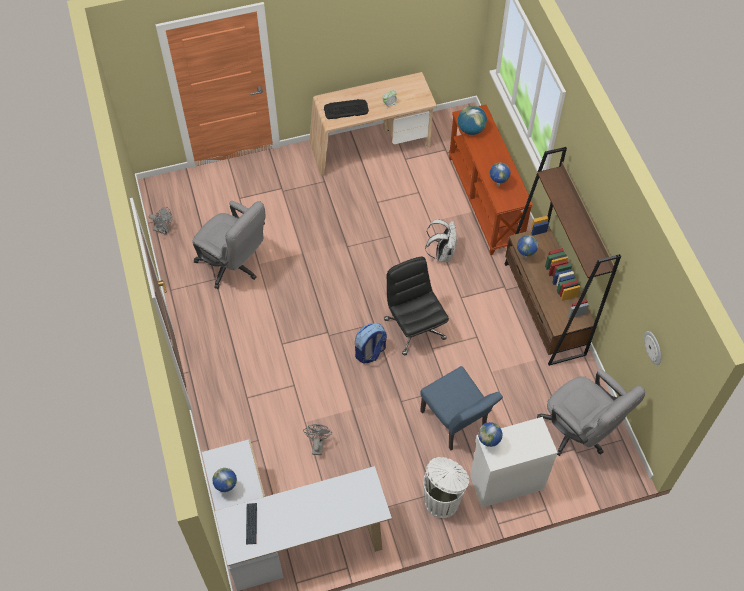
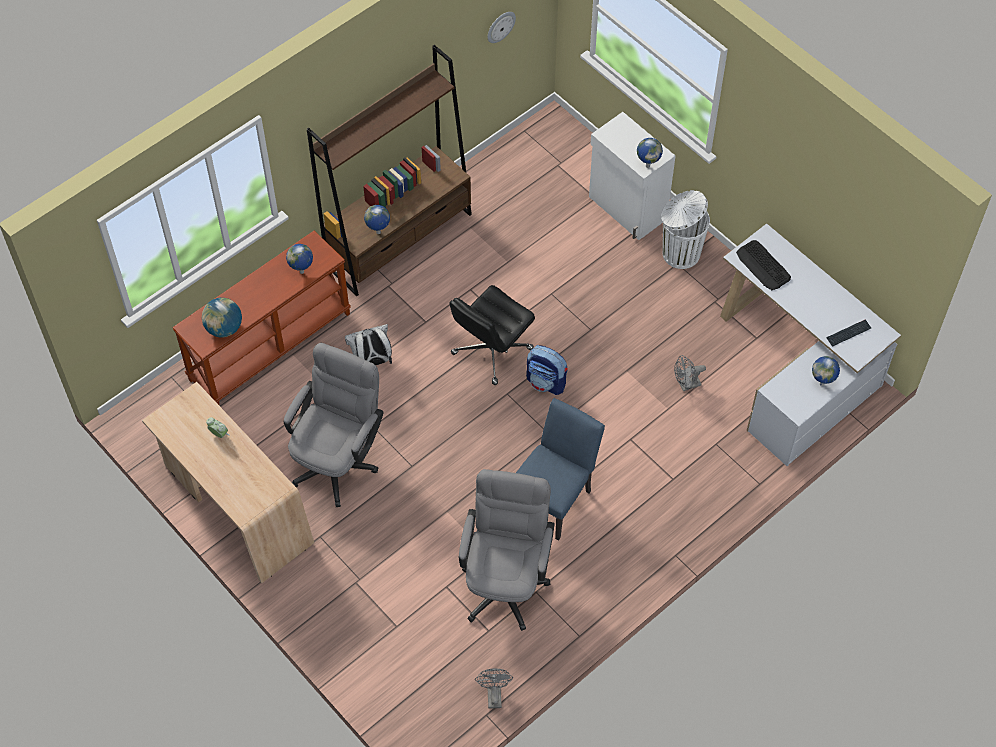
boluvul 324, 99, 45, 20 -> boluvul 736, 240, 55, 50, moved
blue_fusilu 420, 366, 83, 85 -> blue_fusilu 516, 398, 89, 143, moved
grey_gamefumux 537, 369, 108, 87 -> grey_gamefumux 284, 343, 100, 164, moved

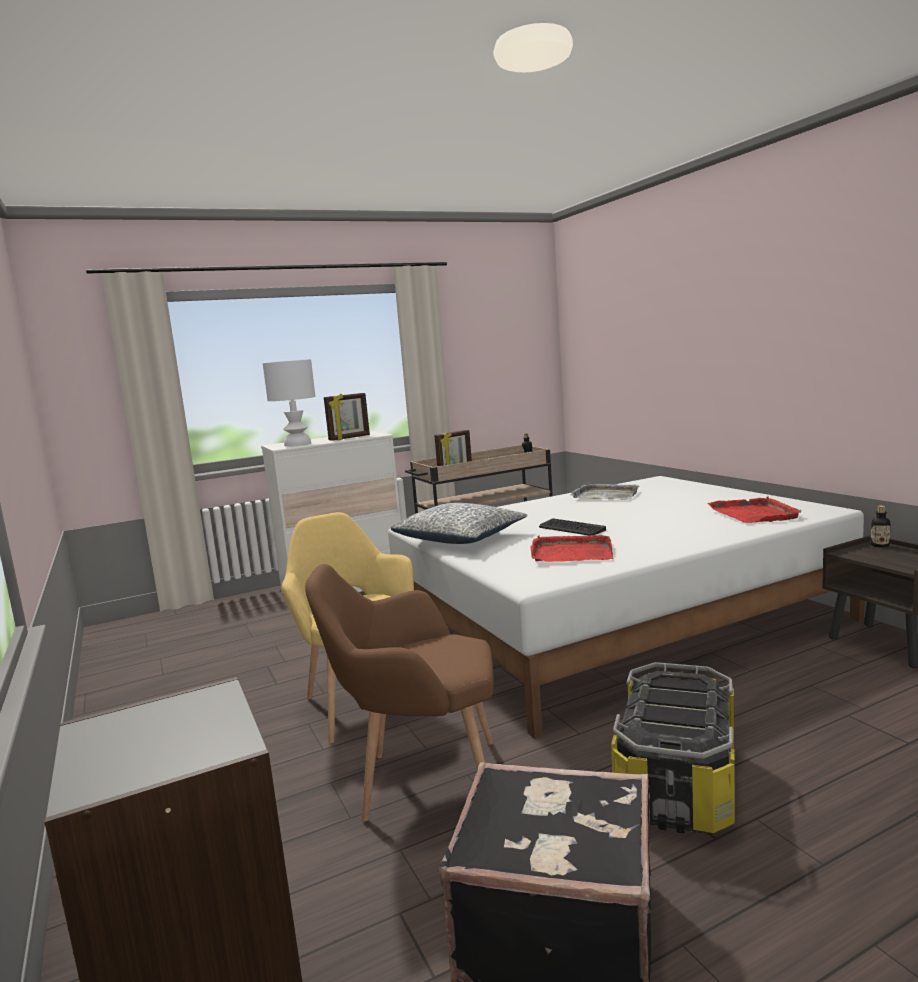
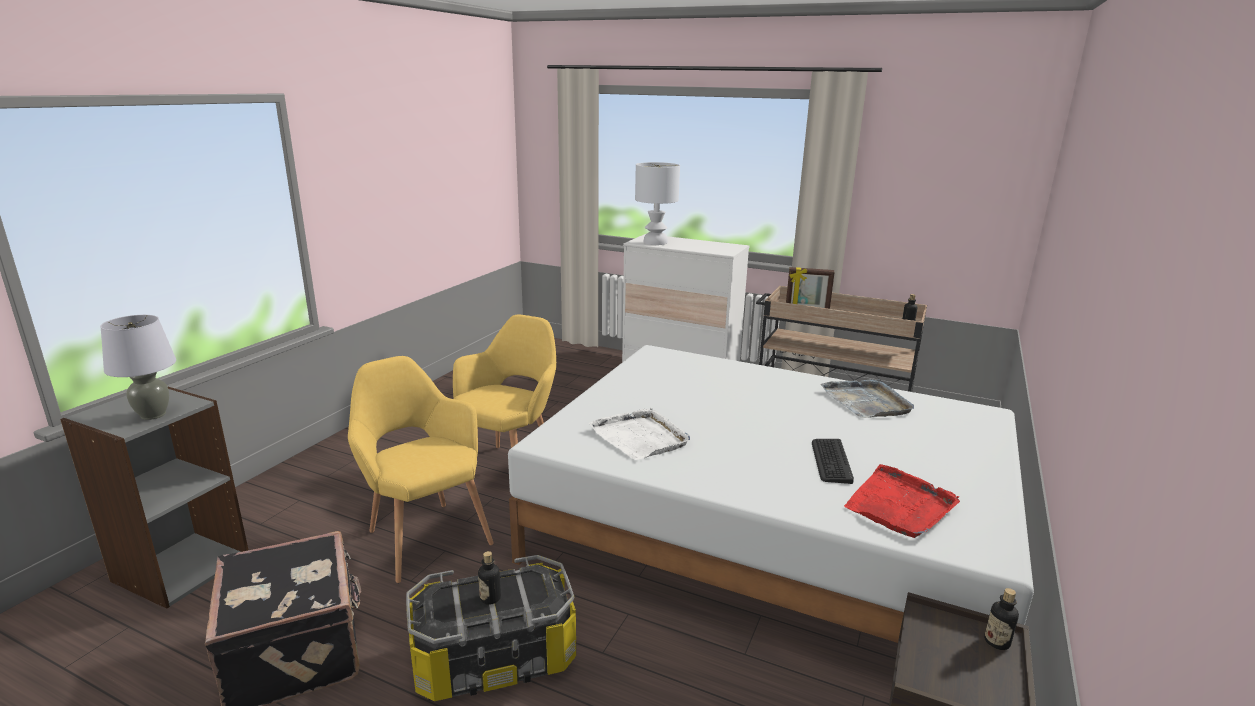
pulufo 324, 393, 46, 48 -> none
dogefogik 391, 503, 137, 41 -> none
none -> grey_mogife 100, 315, 76, 105
none -> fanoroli 478, 551, 23, 54
boluvul 539, 519, 67, 16 -> boluvul 812, 439, 42, 45, moved
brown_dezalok 305, 564, 189, 257 -> yellow_dezalok 348, 356, 145, 227
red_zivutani 530, 535, 83, 27 -> white_zivutani 589, 408, 101, 52

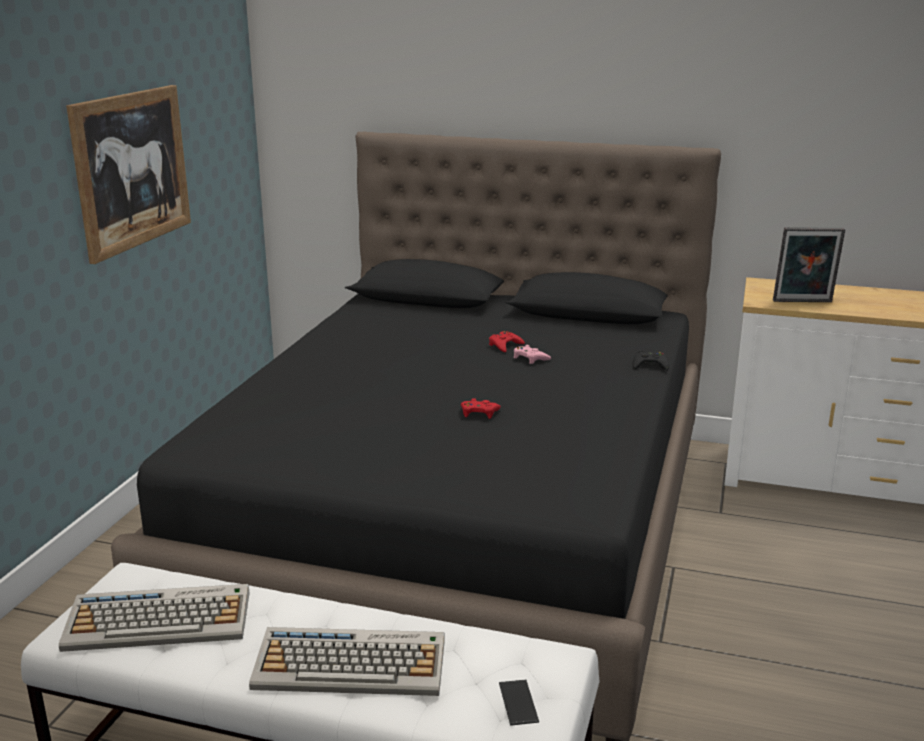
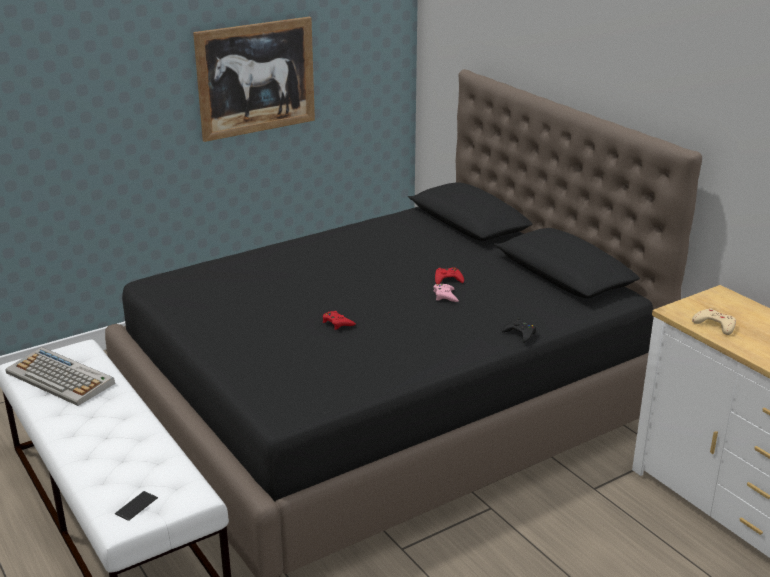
boluvul 249, 627, 196, 69 -> none
pulufo 773, 227, 72, 75 -> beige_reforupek 692, 308, 44, 27

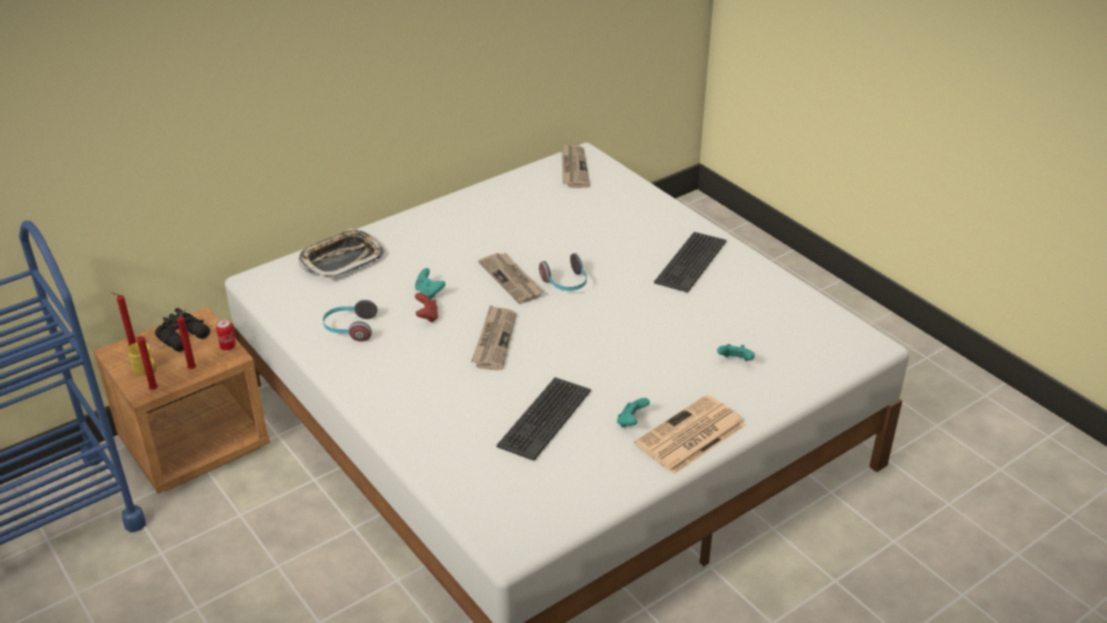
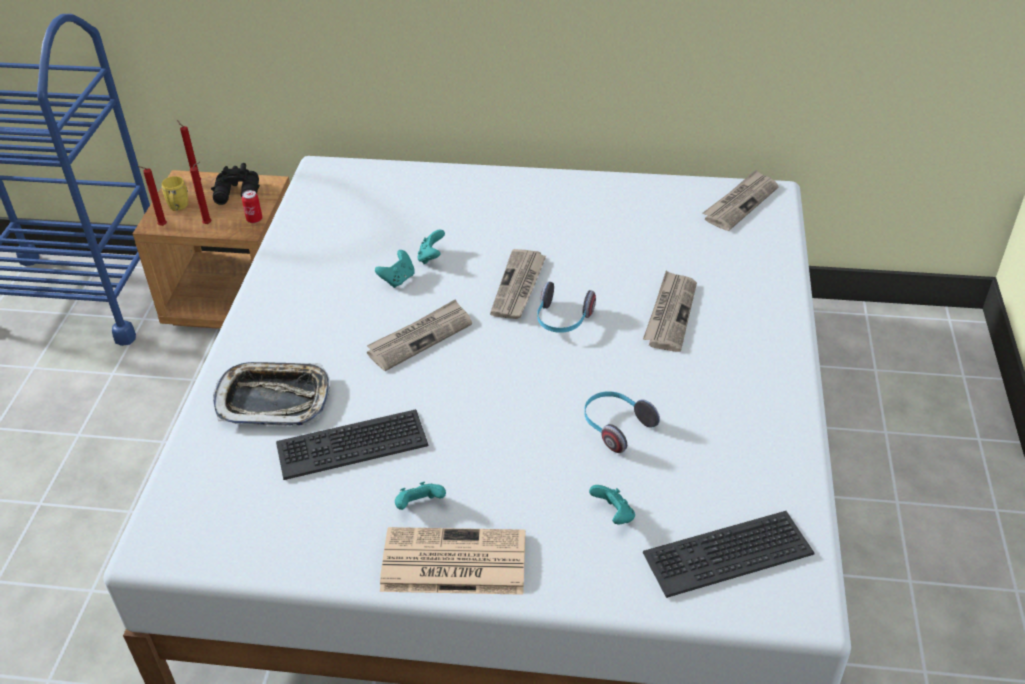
none -> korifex 643, 270, 54, 82
zivutani 298, 228, 87, 51 -> zivutani 213, 362, 118, 64, moved
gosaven 323, 300, 54, 42 -> gosaven 584, 391, 76, 62, moved
boluvul 654, 232, 73, 60 -> boluvul 643, 511, 172, 87, moved
red_reforupek 415, 293, 23, 30 -> turquoise_reforupek 375, 250, 40, 38

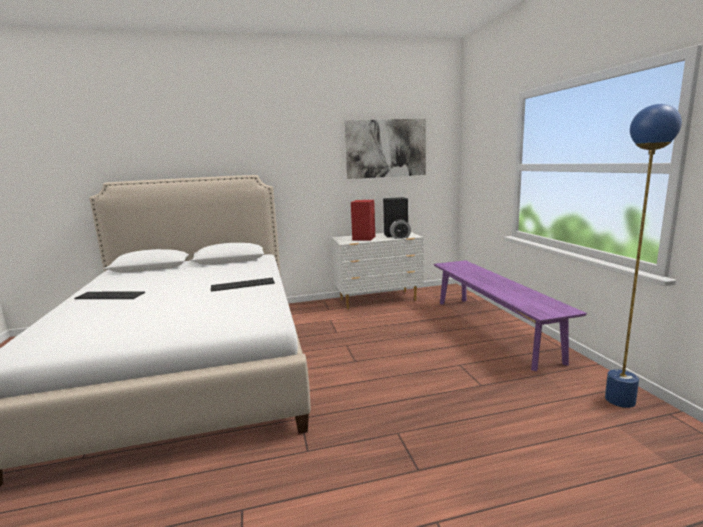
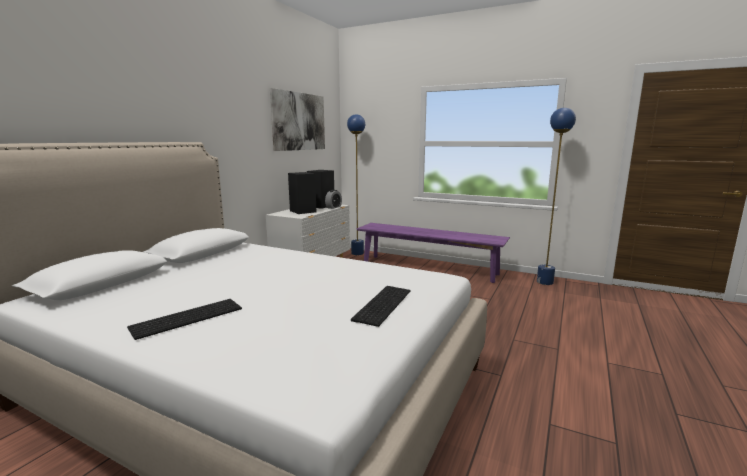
none -> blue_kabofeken 347, 114, 18, 141
boluvul 211, 278, 64, 14 -> boluvul 351, 286, 59, 41, moved
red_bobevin 351, 200, 24, 41 -> black_bobevin 288, 172, 28, 42

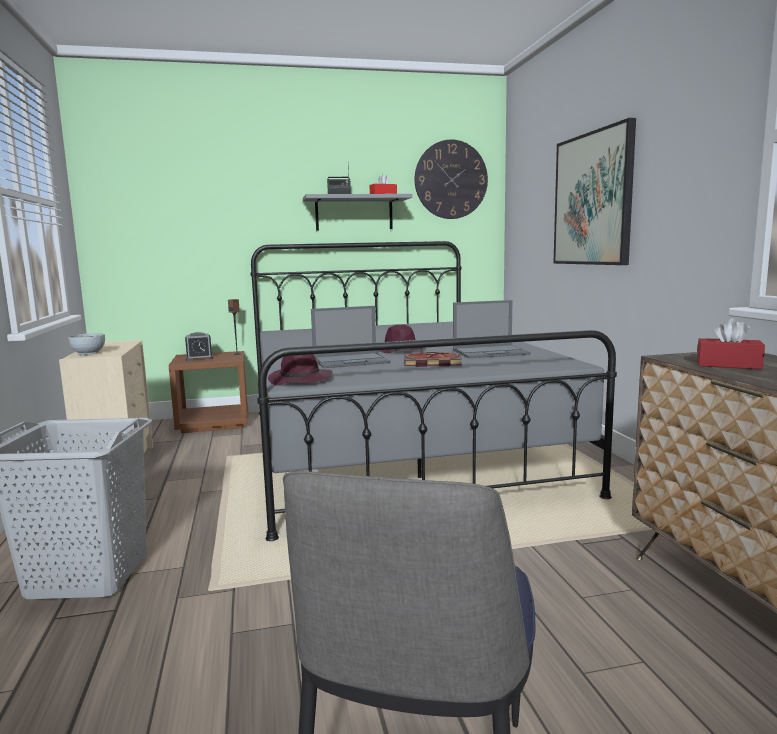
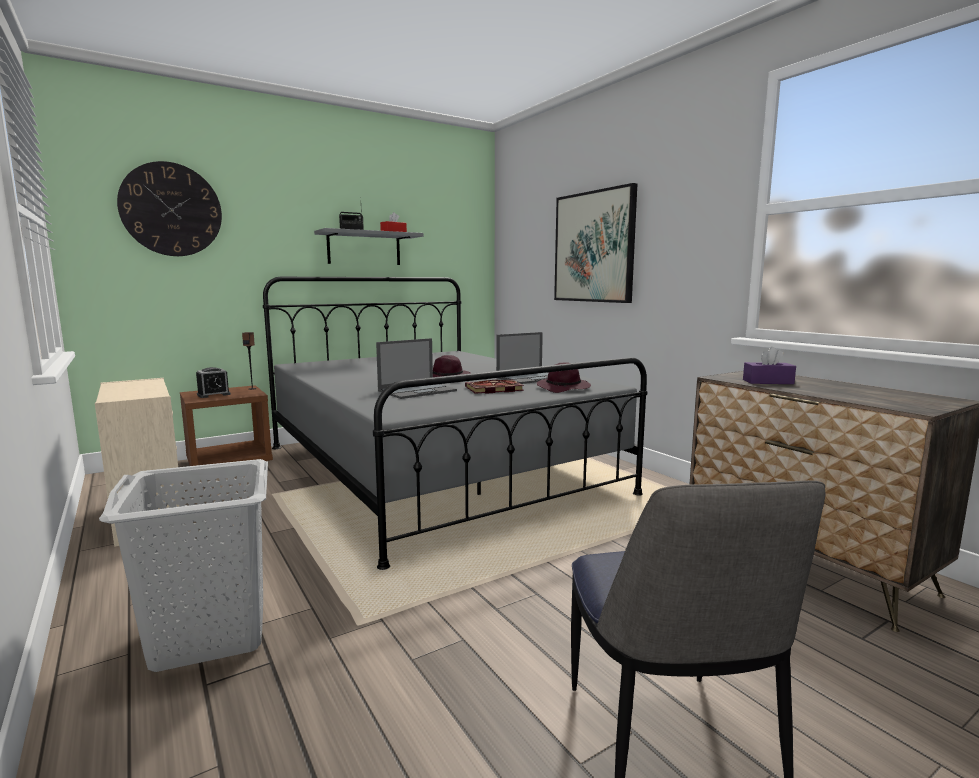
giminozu 68, 333, 37, 22 -> none
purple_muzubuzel 268, 354, 64, 32 -> purple_muzubuzel 537, 363, 54, 30, moved
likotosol 415, 140, 73, 79 -> likotosol 117, 161, 105, 95, moved
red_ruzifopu 697, 318, 68, 51 -> purple_ruzifopu 743, 347, 53, 37

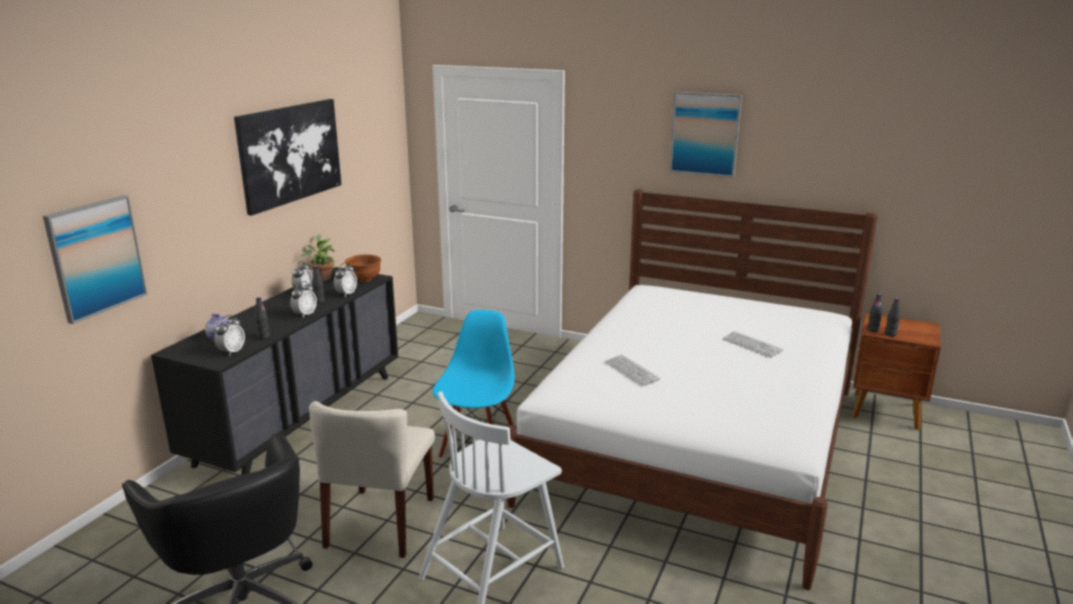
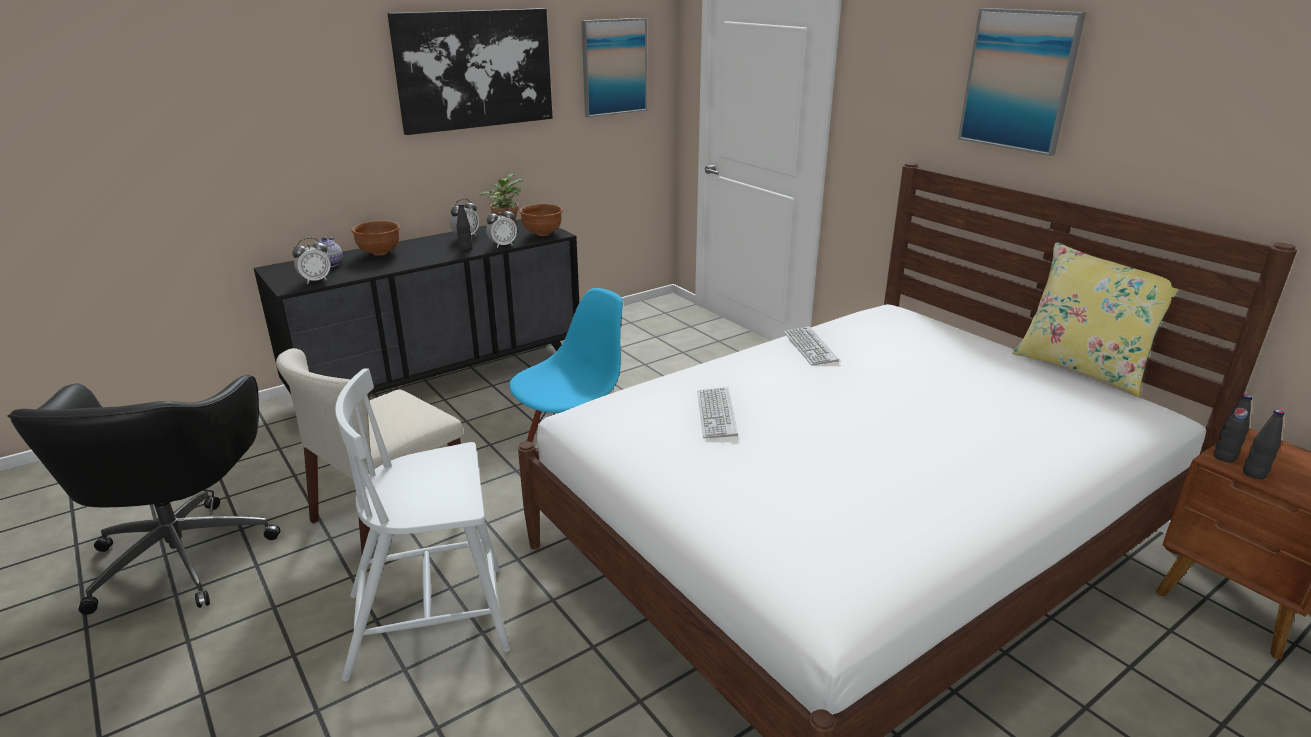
black_fanoroli 255, 297, 15, 43 -> none
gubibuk 290, 281, 27, 37 -> none
none -> brown_giminozu 351, 221, 49, 35
none -> yellow_dogefogik 1012, 242, 167, 155
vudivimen 43, 195, 105, 129 -> vudivimen 581, 18, 66, 99, moved
boluvul 722, 331, 61, 27 -> boluvul 784, 327, 55, 39, moved

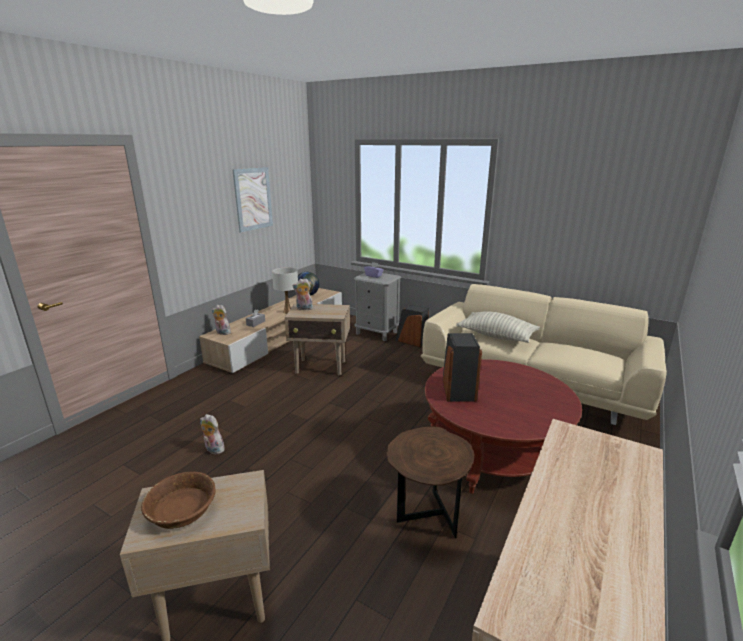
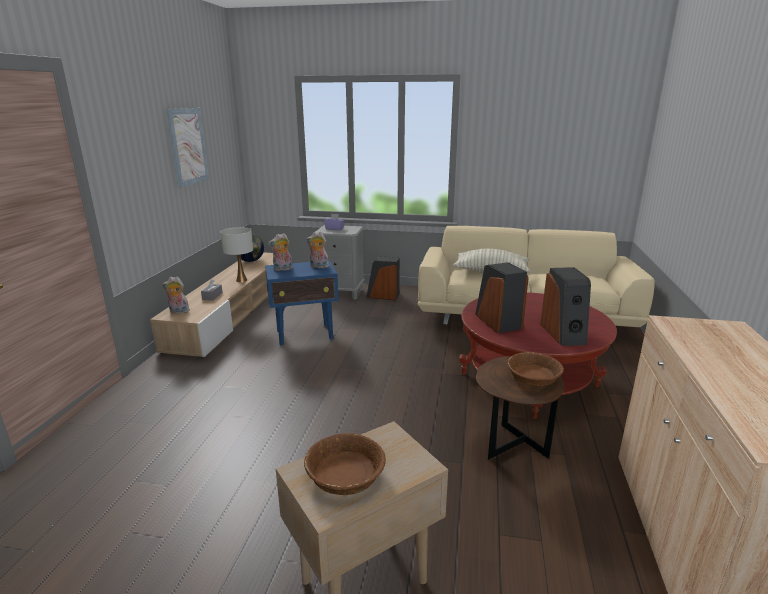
none -> brown_giminozu 507, 352, 57, 34
none -> bobevin 540, 267, 51, 79
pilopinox 200, 414, 24, 40 -> pilopinox 306, 232, 23, 36, moved
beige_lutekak 285, 304, 65, 72 -> blue_lutekak 265, 260, 73, 86

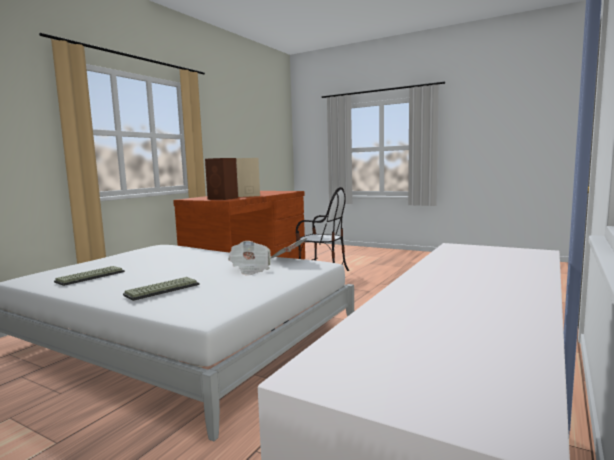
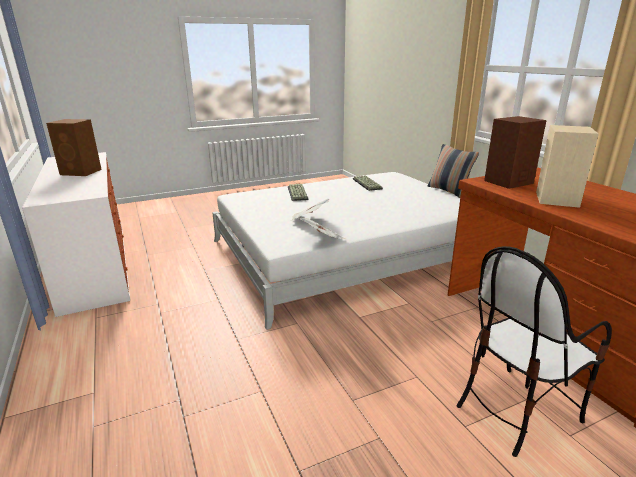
none -> brown_bobevin 46, 119, 56, 57
none -> dogefogik 428, 144, 51, 54

